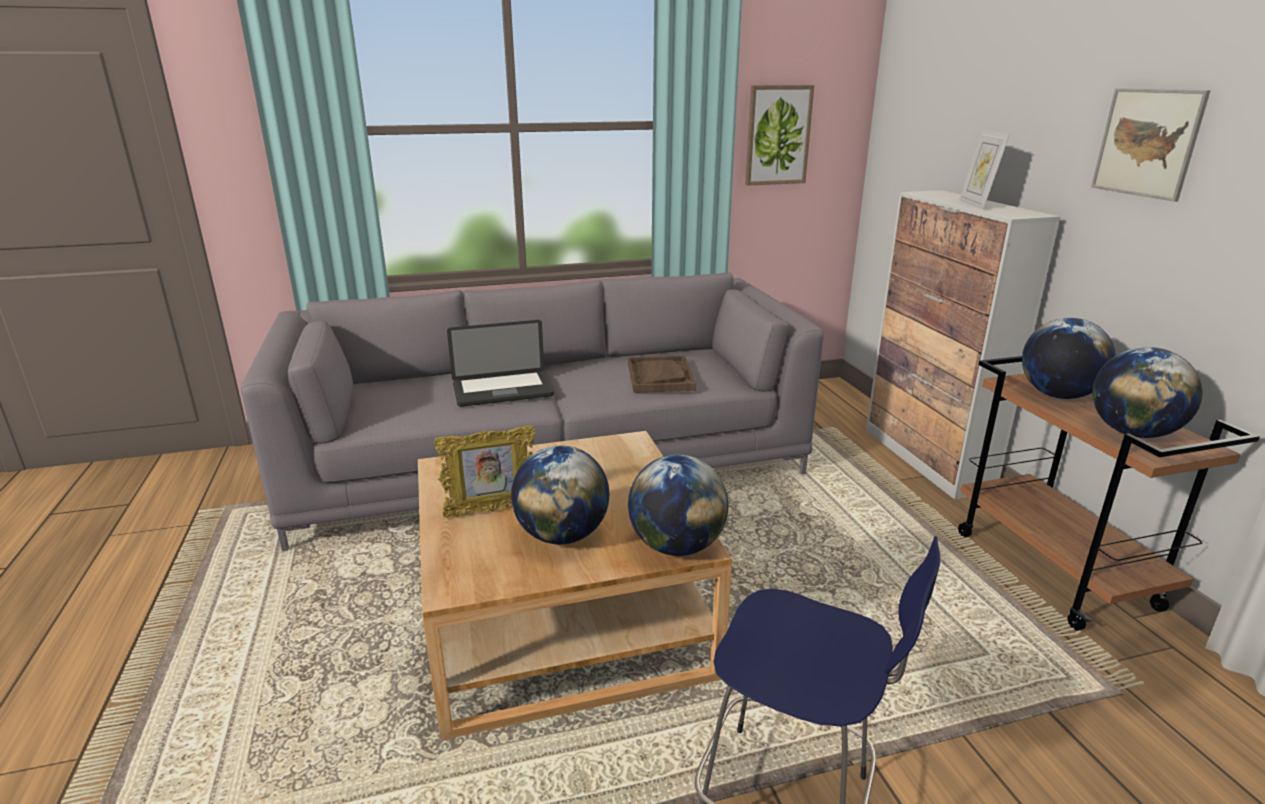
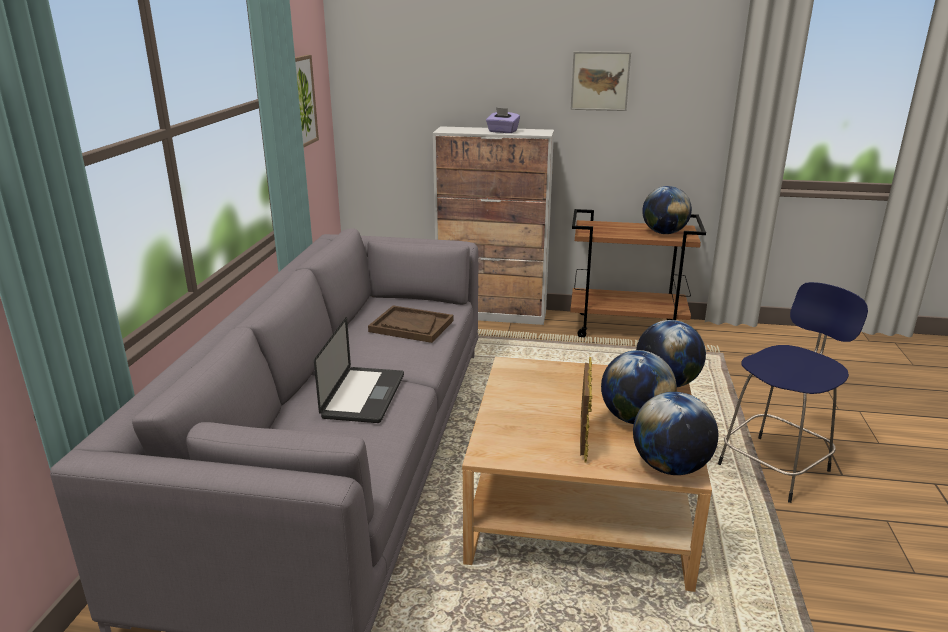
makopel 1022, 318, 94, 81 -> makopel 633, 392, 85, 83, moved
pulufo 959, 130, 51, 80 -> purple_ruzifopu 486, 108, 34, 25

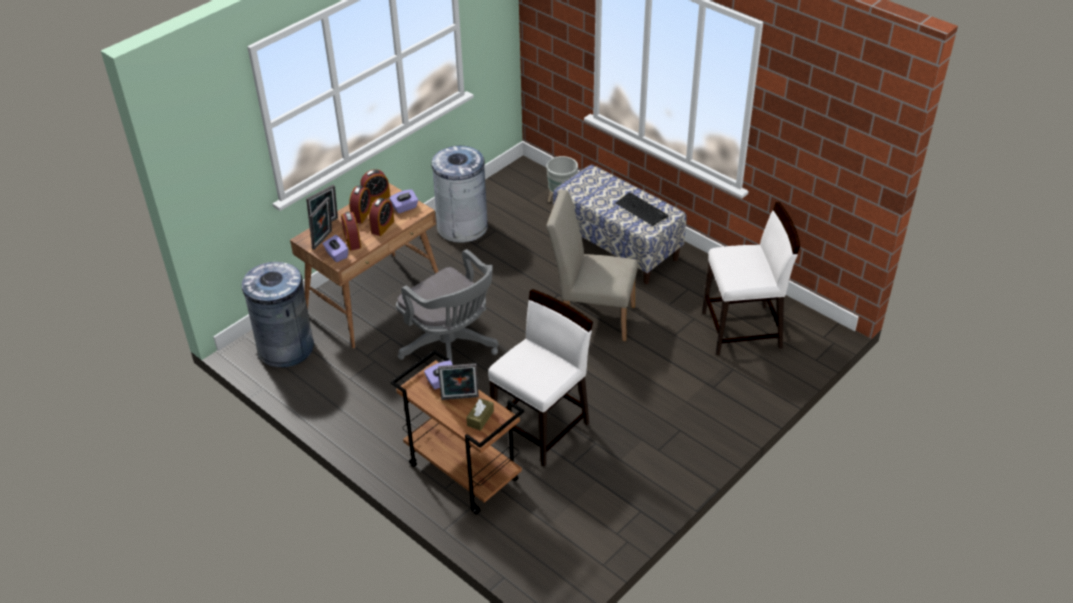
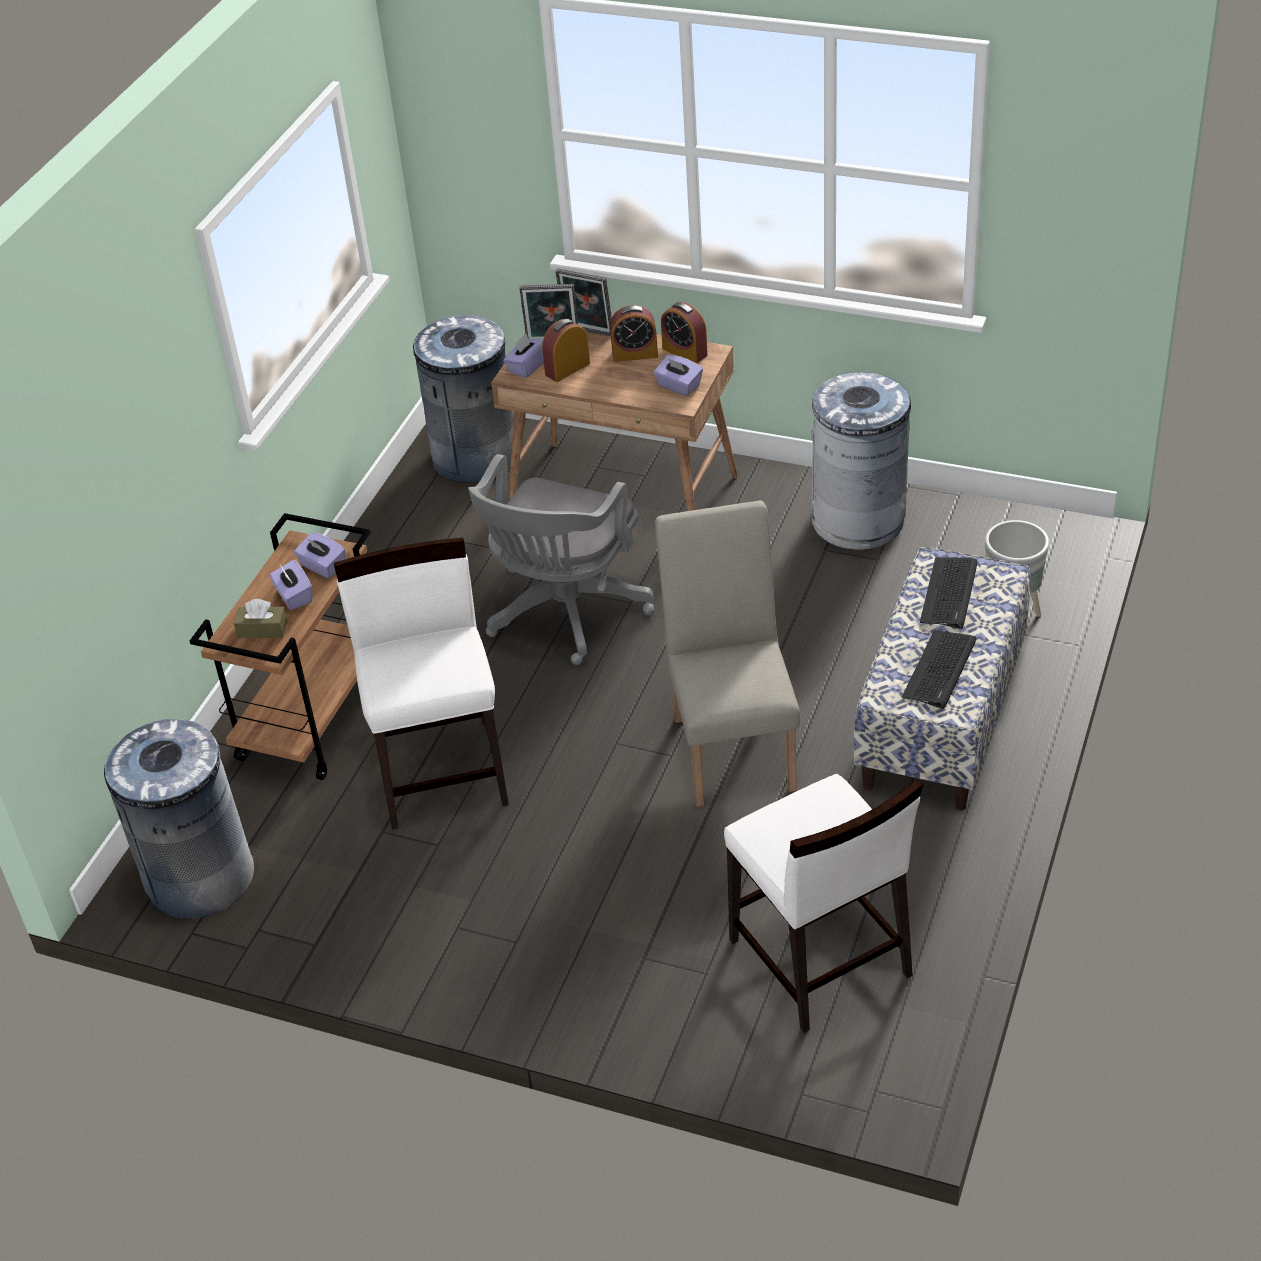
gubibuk 369, 198, 25, 38 -> none
none -> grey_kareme 104, 719, 150, 200
none -> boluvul 920, 557, 57, 72
pulufo 438, 363, 41, 37 -> purple_ruzifopu 269, 560, 44, 50
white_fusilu 488, 289, 105, 178 -> white_fusilu 334, 538, 175, 292, 120 degrees counterclockwise

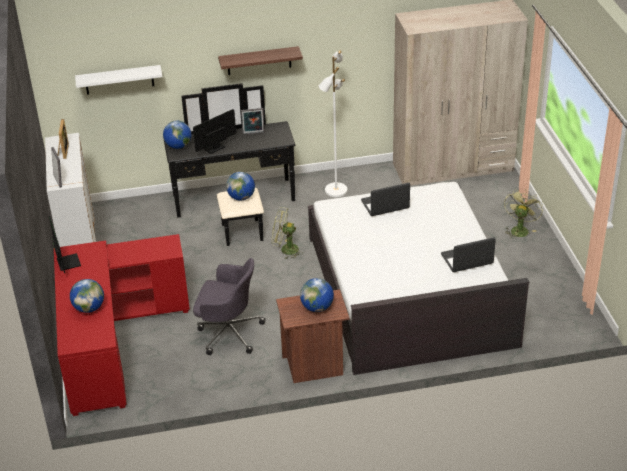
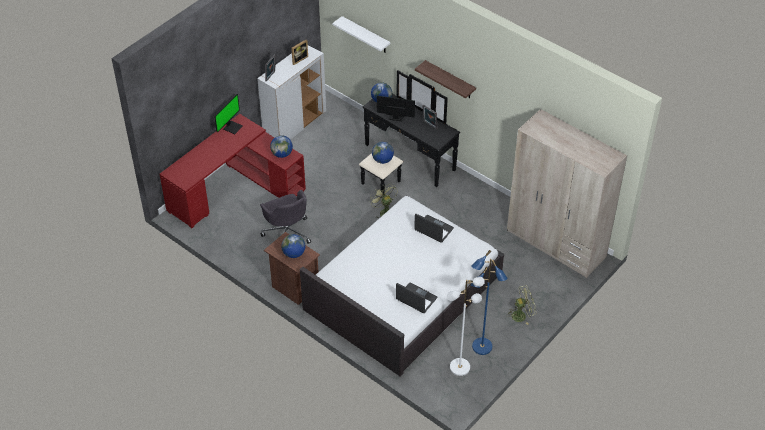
none -> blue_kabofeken 471, 250, 37, 105
makopel 70, 279, 34, 34 -> makopel 270, 135, 23, 23, moved
white_kabofeken 319, 50, 28, 147 -> white_kabofeken 447, 277, 38, 99, moved

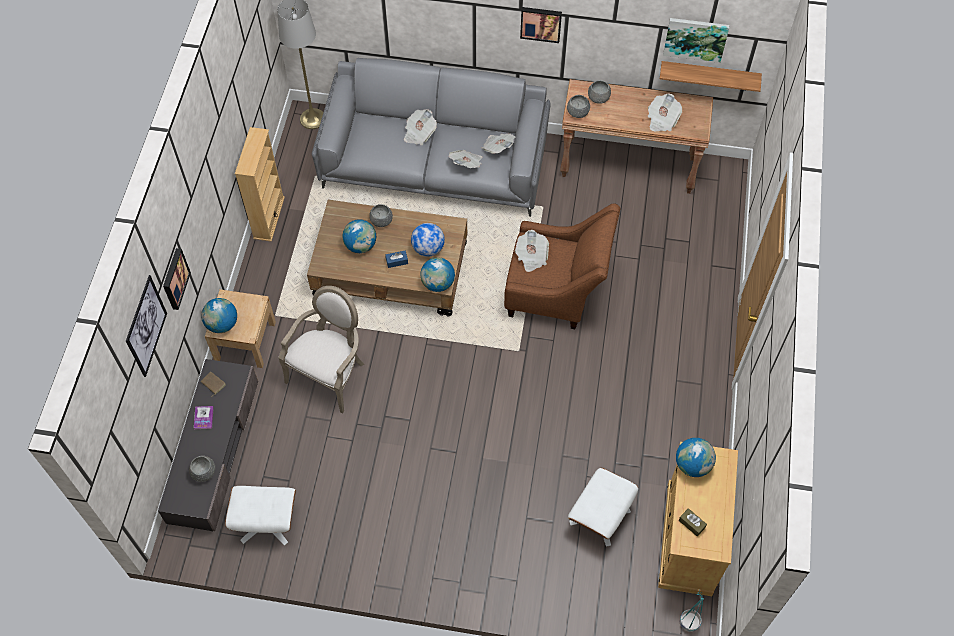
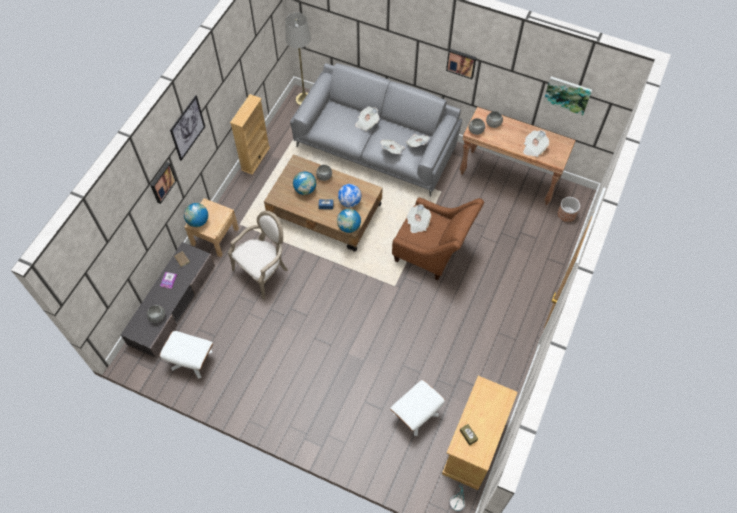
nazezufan 660, 61, 102, 31 -> none
makopel 676, 438, 40, 39 -> none
none -> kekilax 558, 197, 22, 25
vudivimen 126, 275, 41, 102 -> vudivimen 170, 95, 35, 66, moved

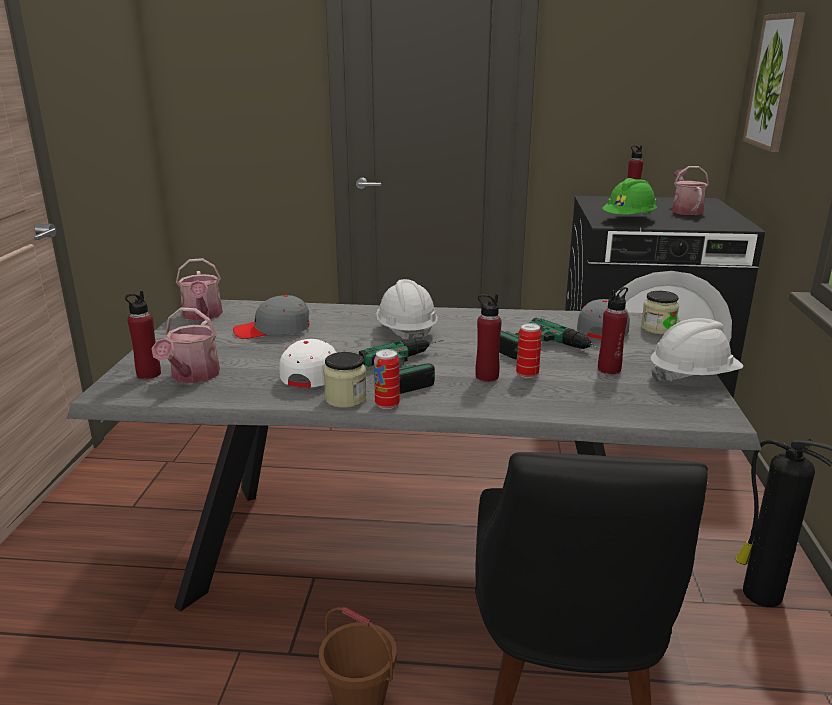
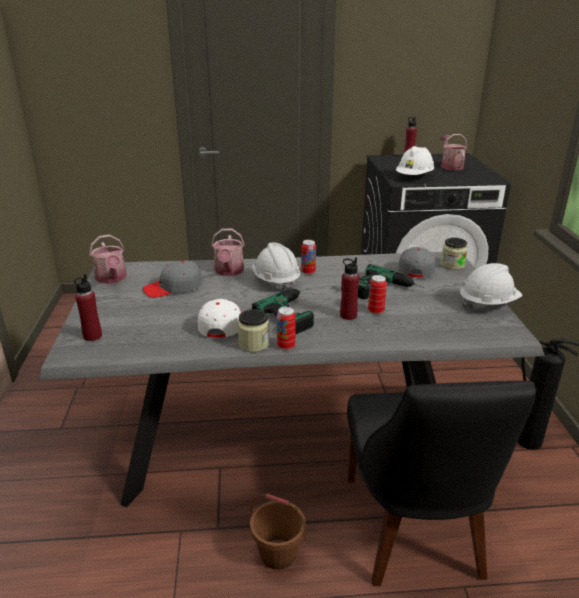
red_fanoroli 598, 287, 30, 87 -> none
vudivimen 743, 12, 62, 140 -> none
none -> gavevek 301, 240, 15, 35
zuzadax 151, 307, 69, 76 -> zuzadax 211, 229, 34, 47, moved
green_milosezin 602, 178, 55, 38 -> white_milosezin 396, 146, 38, 29

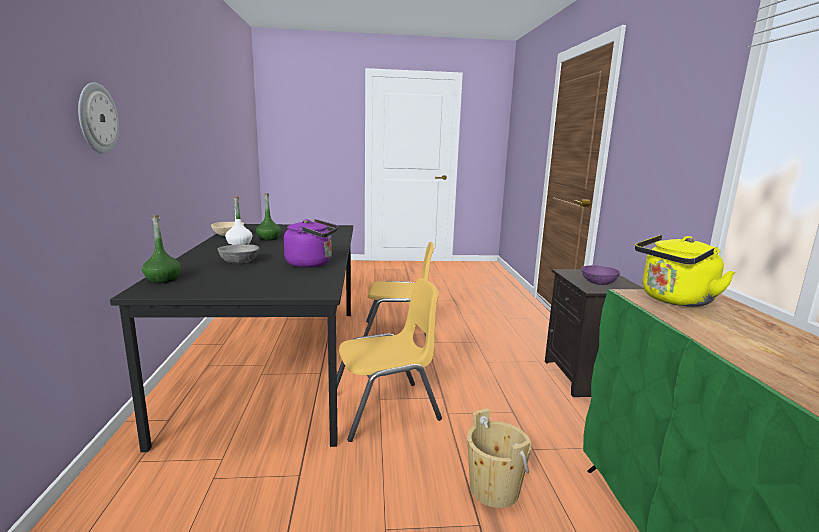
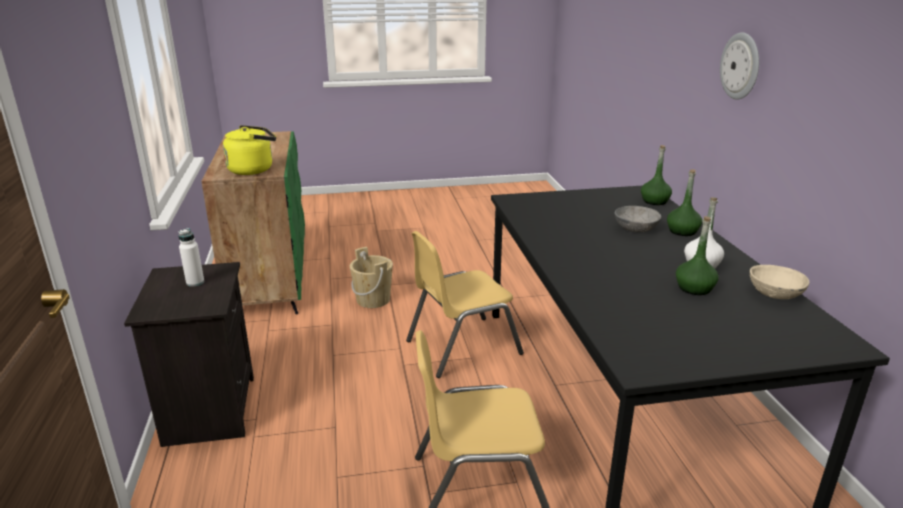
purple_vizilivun 284, 219, 55, 49 -> none
none -> green_fanoroli 667, 169, 35, 67
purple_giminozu 581, 265, 39, 20 -> white_fanoroli 178, 228, 26, 59

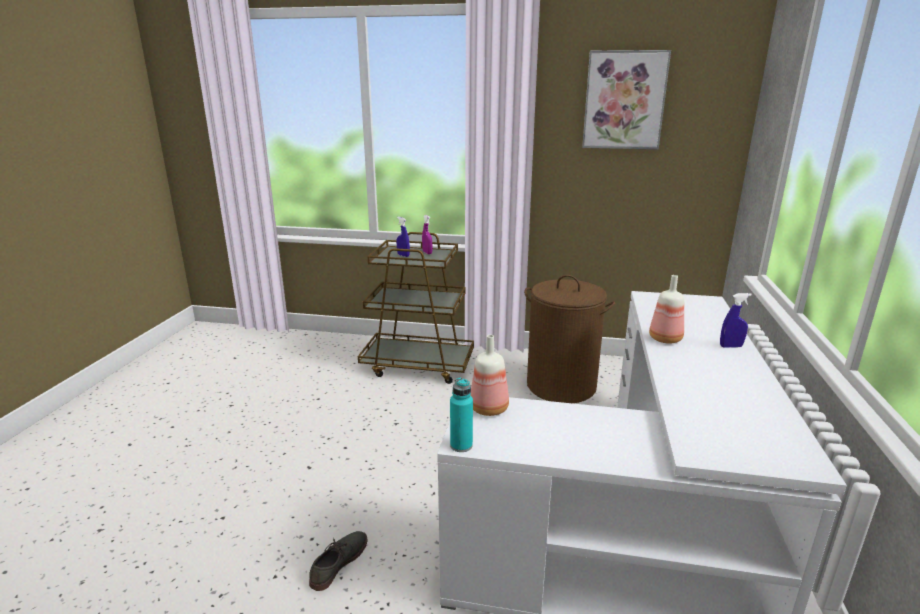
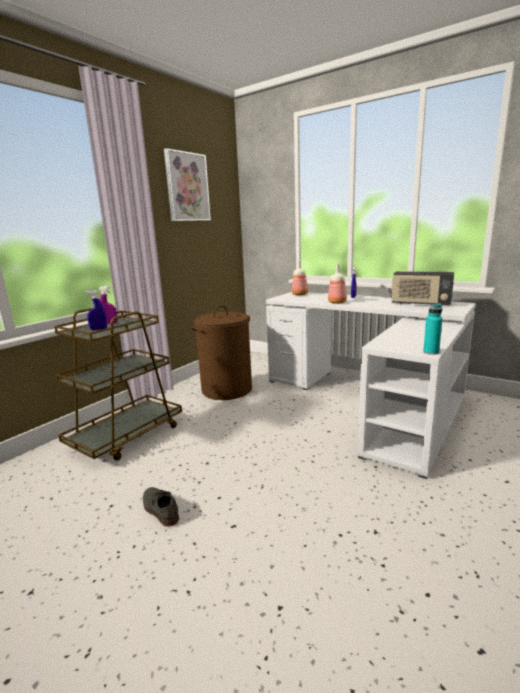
none -> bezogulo 391, 271, 63, 34
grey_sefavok 309, 531, 59, 60 -> grey_sefavok 143, 487, 36, 40, moved
fanoroli 470, 335, 39, 81 -> fanoroli 292, 261, 16, 34, moved

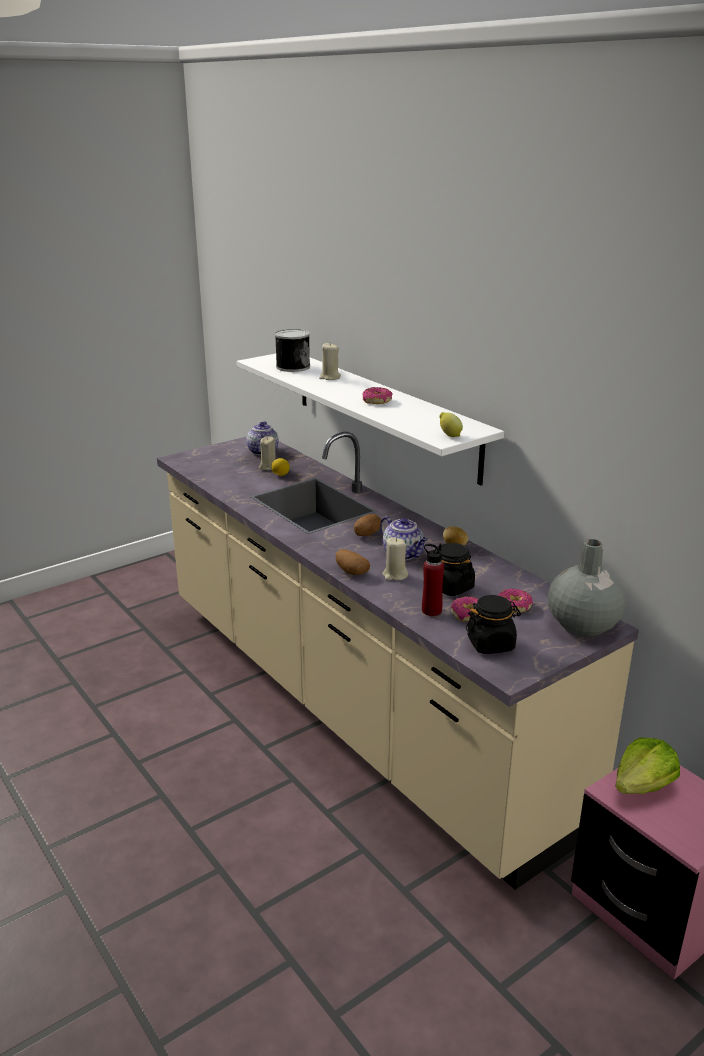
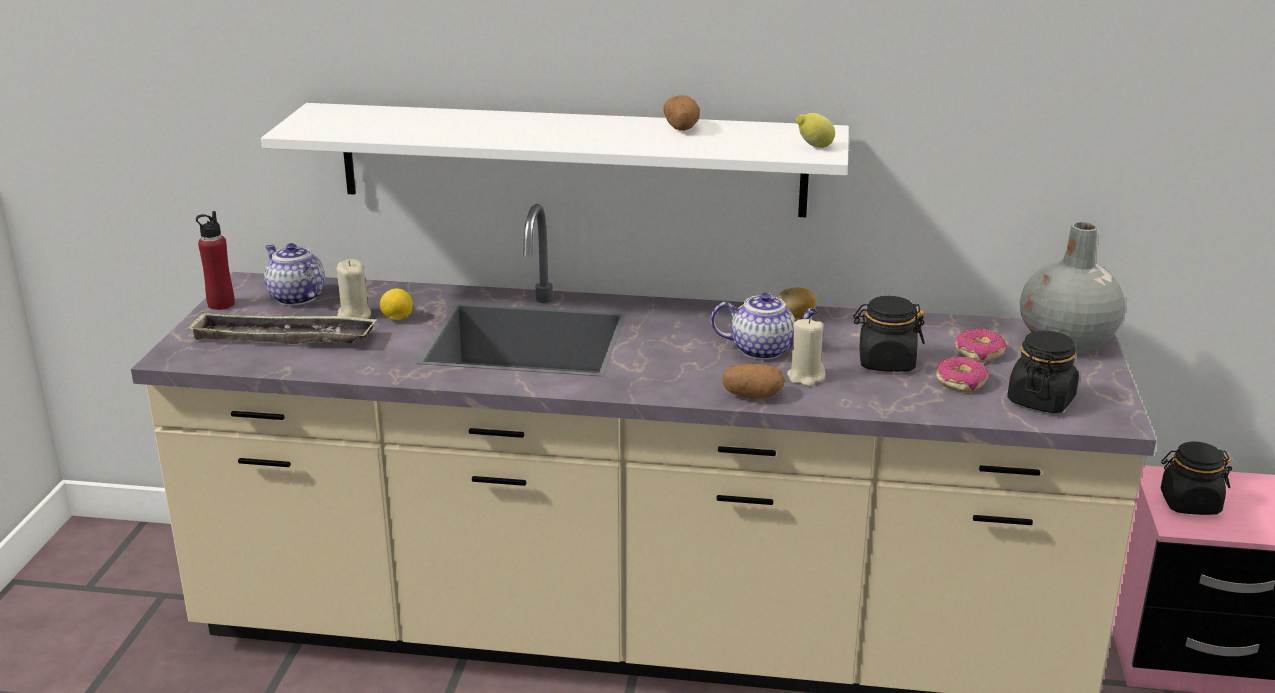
gavevek 275, 329, 35, 43 -> none
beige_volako 319, 343, 22, 37 -> none
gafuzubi 362, 387, 31, 17 -> none
none -> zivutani 186, 313, 191, 31
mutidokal 354, 514, 27, 22 -> mutidokal 663, 95, 37, 36, moved
red_fanoroli 422, 544, 22, 72 -> red_fanoroli 196, 211, 39, 99, moved
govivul 615, 737, 65, 57 -> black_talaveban 1161, 442, 71, 73

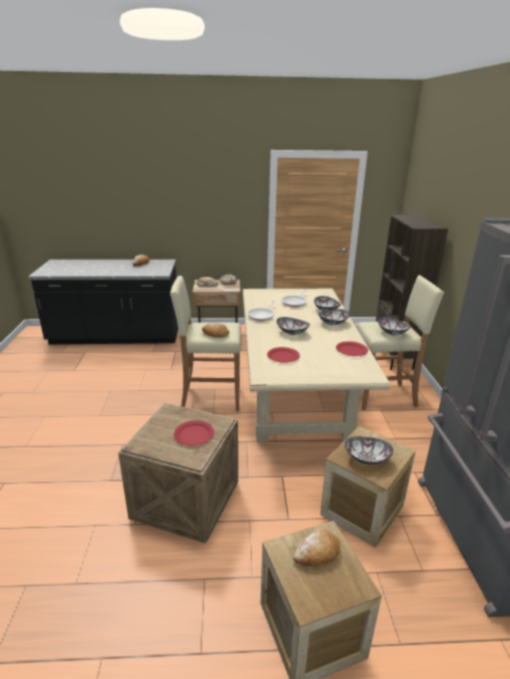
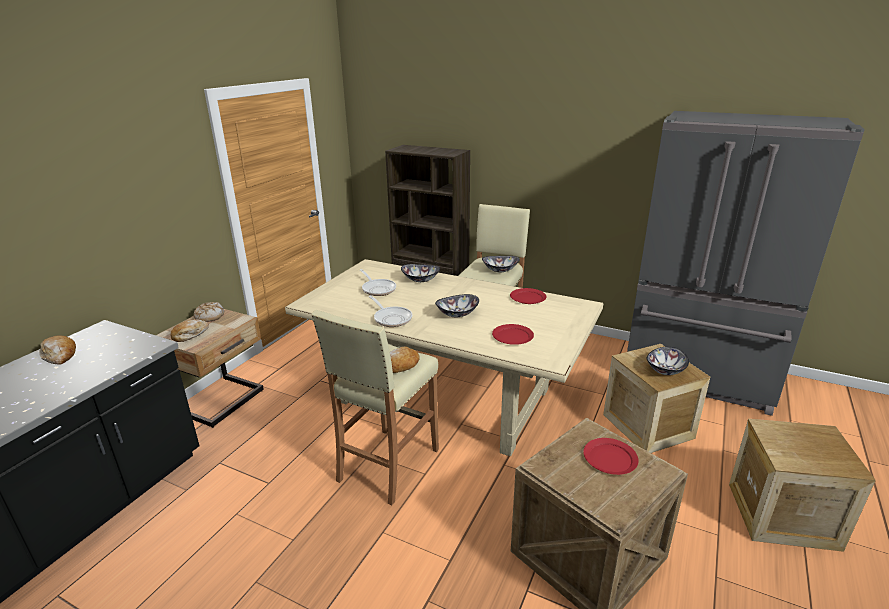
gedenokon 293, 529, 47, 37 -> none
giminozu 318, 309, 32, 16 -> none

